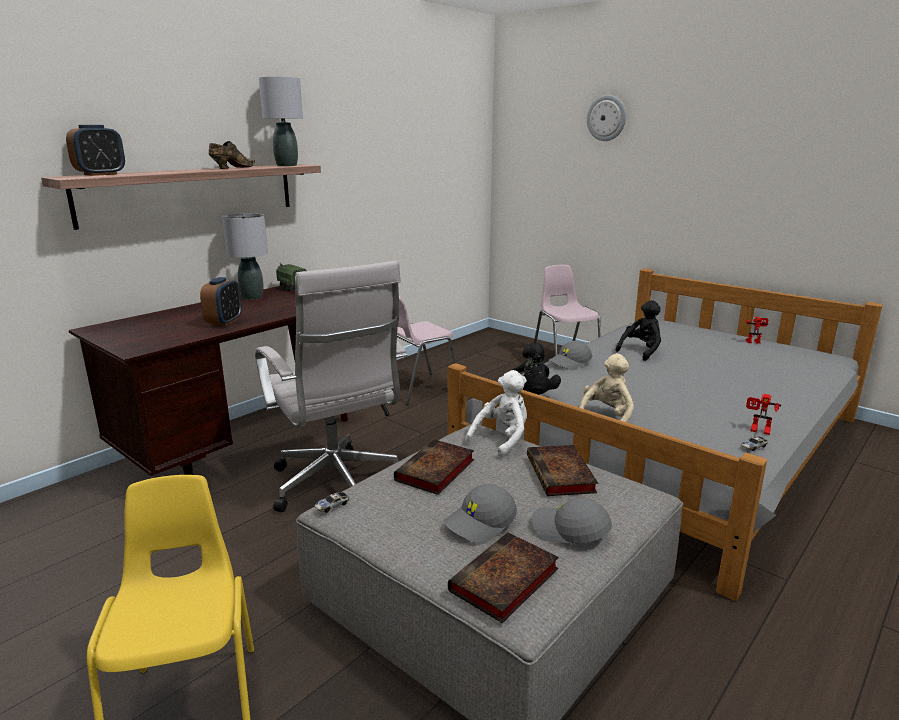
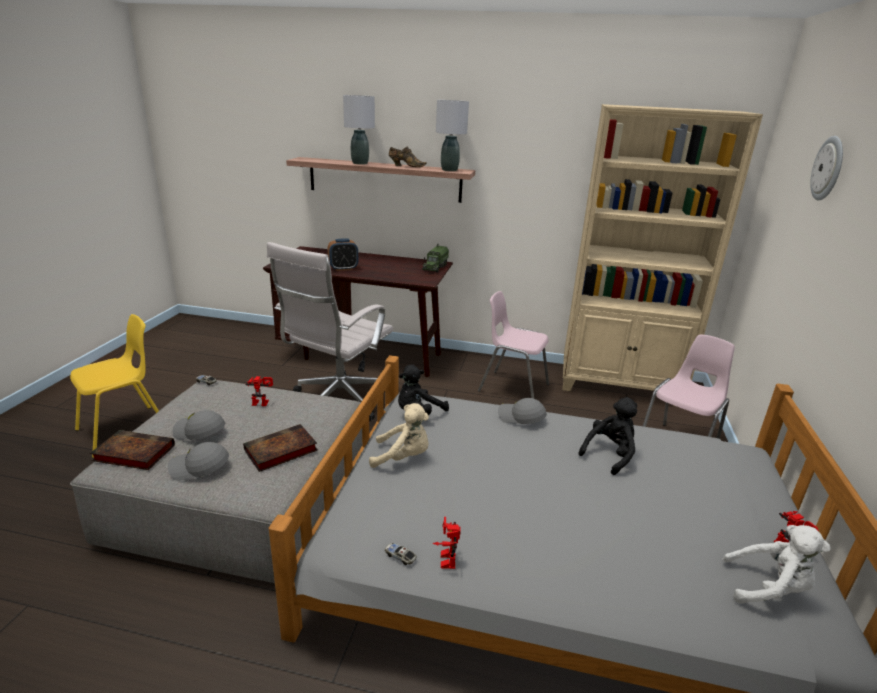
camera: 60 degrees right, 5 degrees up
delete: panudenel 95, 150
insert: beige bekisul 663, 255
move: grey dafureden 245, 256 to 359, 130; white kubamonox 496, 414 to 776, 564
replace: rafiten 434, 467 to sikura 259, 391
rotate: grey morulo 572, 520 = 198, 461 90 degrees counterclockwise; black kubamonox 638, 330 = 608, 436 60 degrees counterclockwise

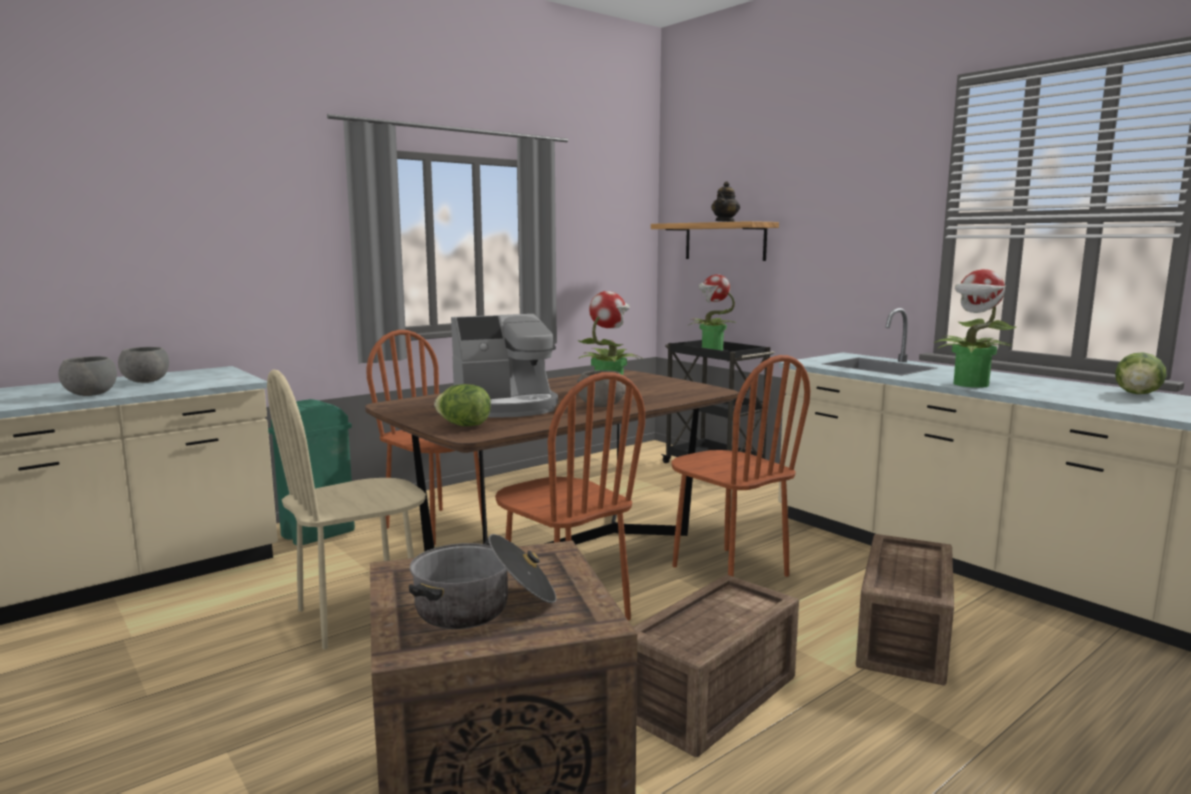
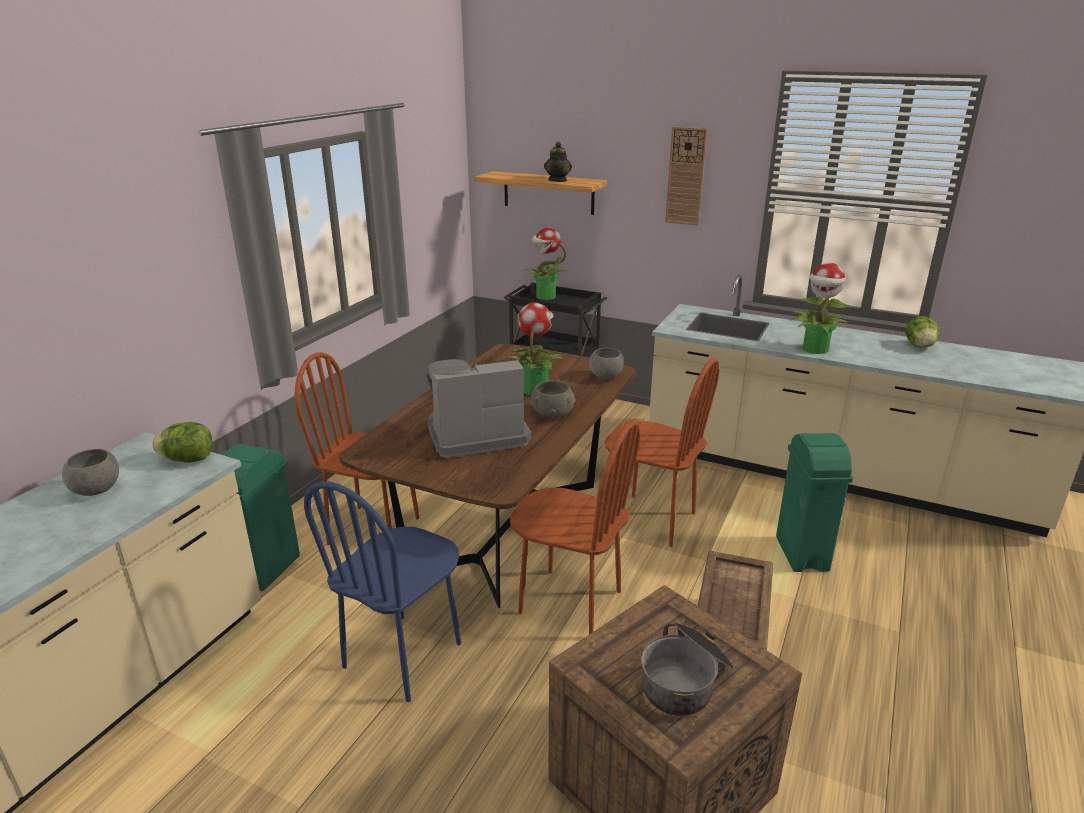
camera: 25 degrees left, 15 degrees up
insert: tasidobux 686, 176
move: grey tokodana 87, 376 to 606, 363; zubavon 462, 405 to 182, 442
replace: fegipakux 905, 609 to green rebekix 814, 502
recolor: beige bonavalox 346, 509 to blue bonavalox 382, 591
rotate: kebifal 504, 366 = 479, 408 150 degrees counterclockwise

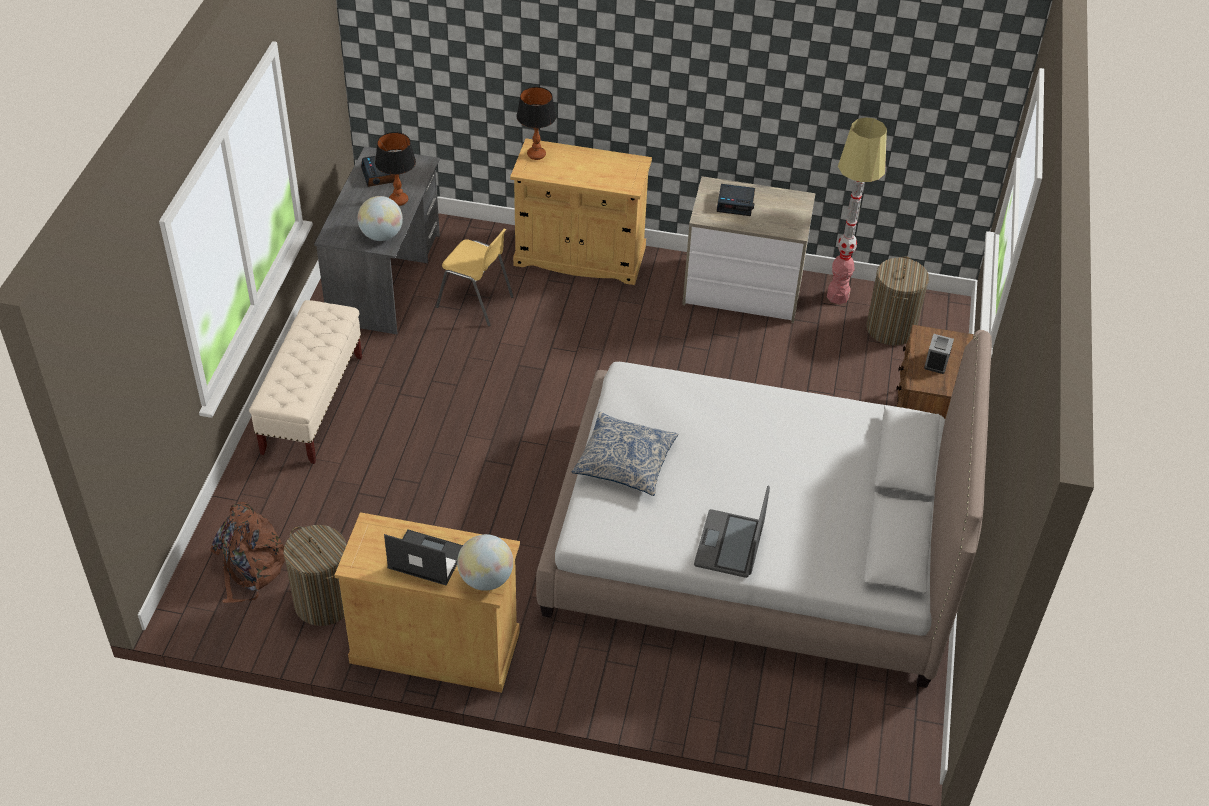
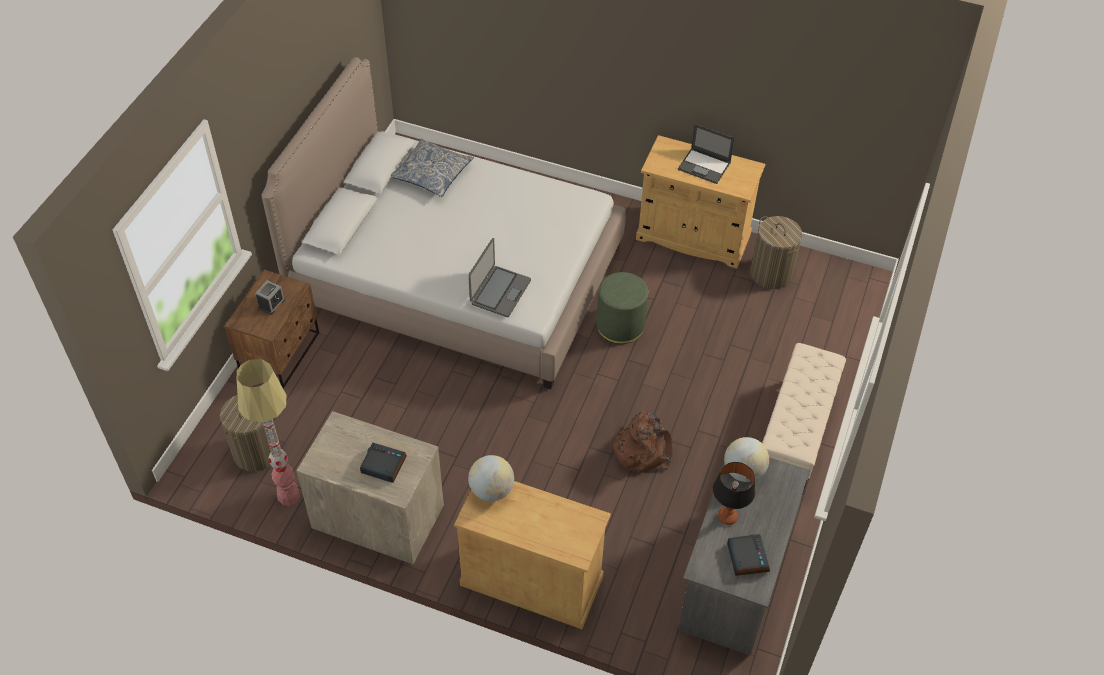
camera: 170 degrees left, 5 degrees up
delete: yellow bonavalox 475, 277; dafureden 536, 123
insert: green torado 622, 308
move: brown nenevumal 247, 552 to 641, 442; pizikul 485, 562 to 491, 478; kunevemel 624, 454 to 432, 167; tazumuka 732, 532 to 499, 277

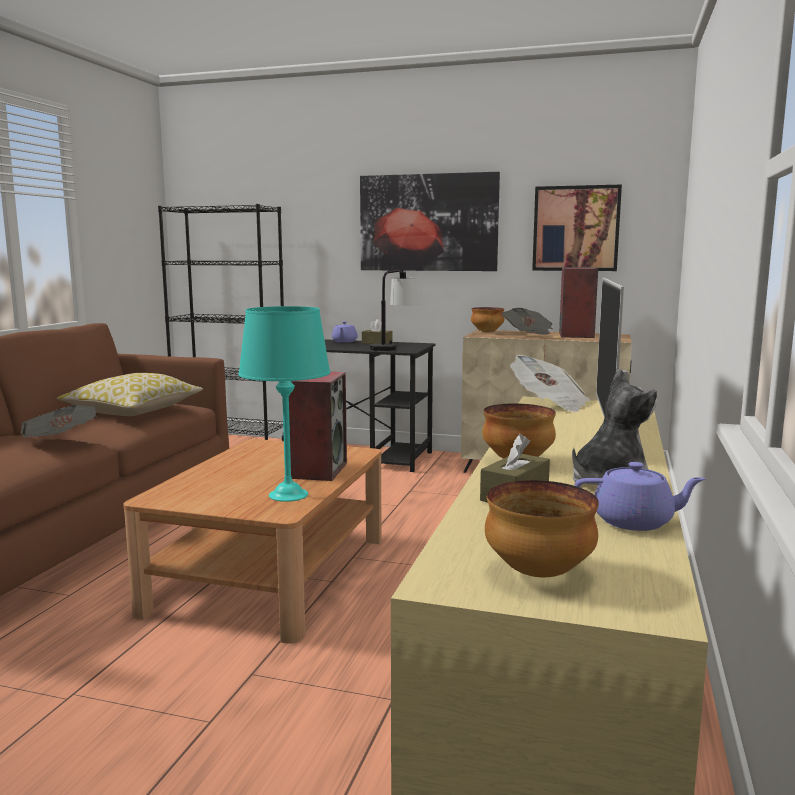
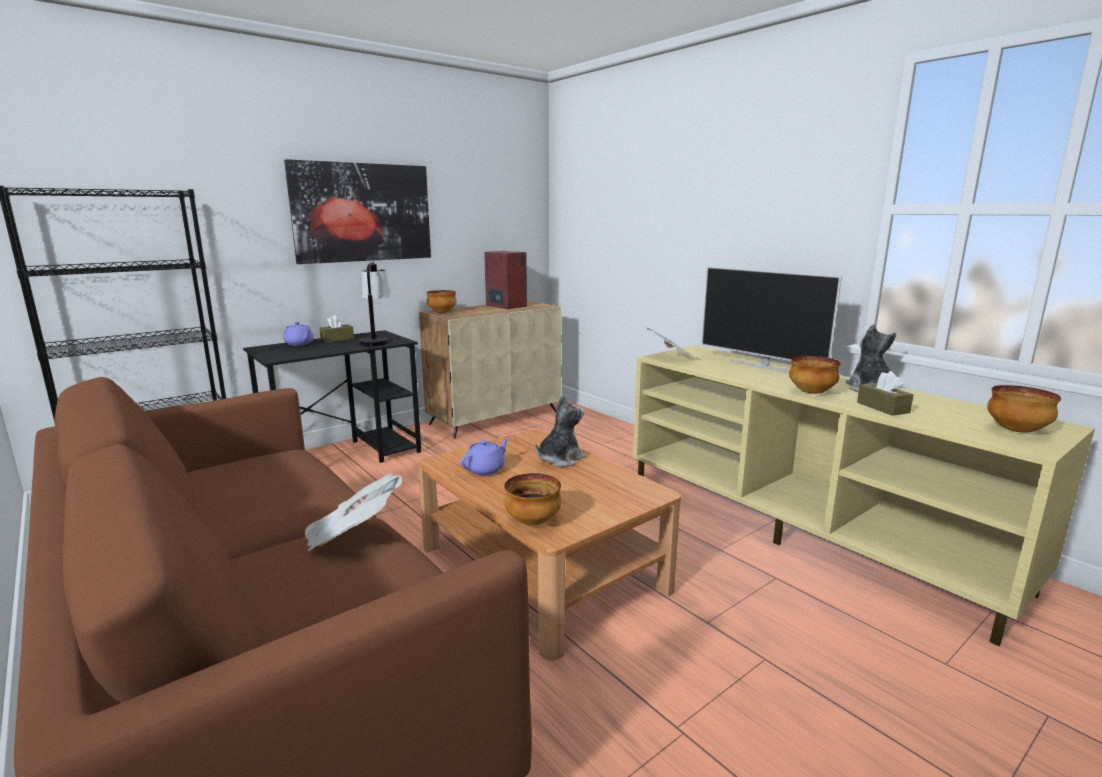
camera: 55 degrees left, 5 degrees up
delete: kunevemel 130, 394; turquoise dafureden 284, 404; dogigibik 527, 321; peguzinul 577, 228
insert: tokodana 532, 499
move: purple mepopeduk 640, 496 to 484, 456
replace: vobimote 318, 426 to kubamonox 561, 431

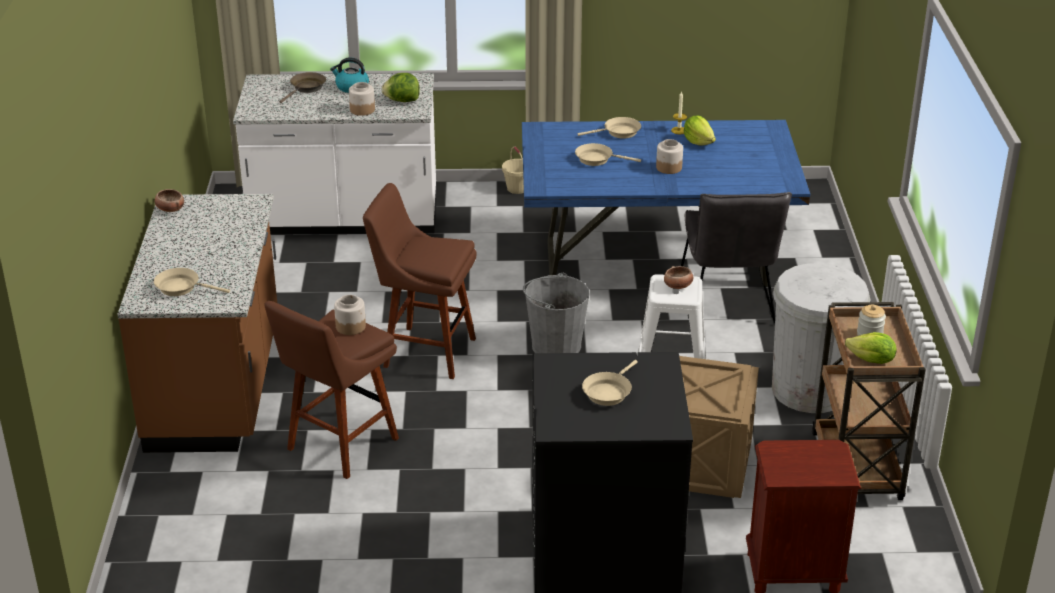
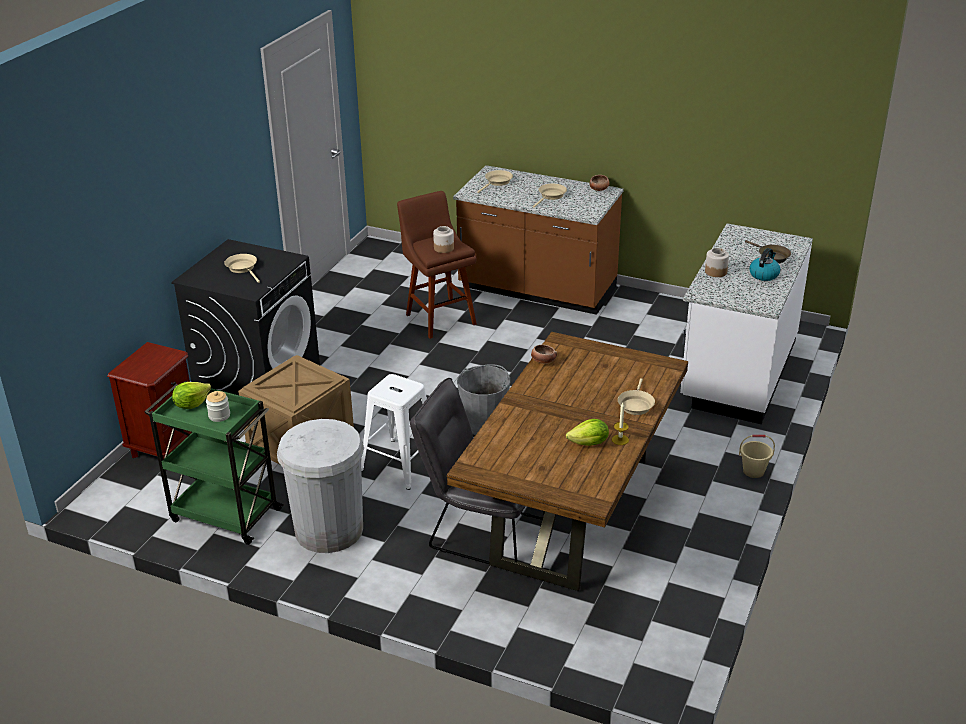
camera: 115 degrees right, 0 degrees up
delete: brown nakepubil 420, 281; zubavon 401, 87; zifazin 669, 156
move: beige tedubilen 608, 154 to 550, 196; tokodana 678, 277 to 544, 354
recolor: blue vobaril 666, 203 to brown vobaril 567, 461; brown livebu 869, 401 to green livebu 214, 463

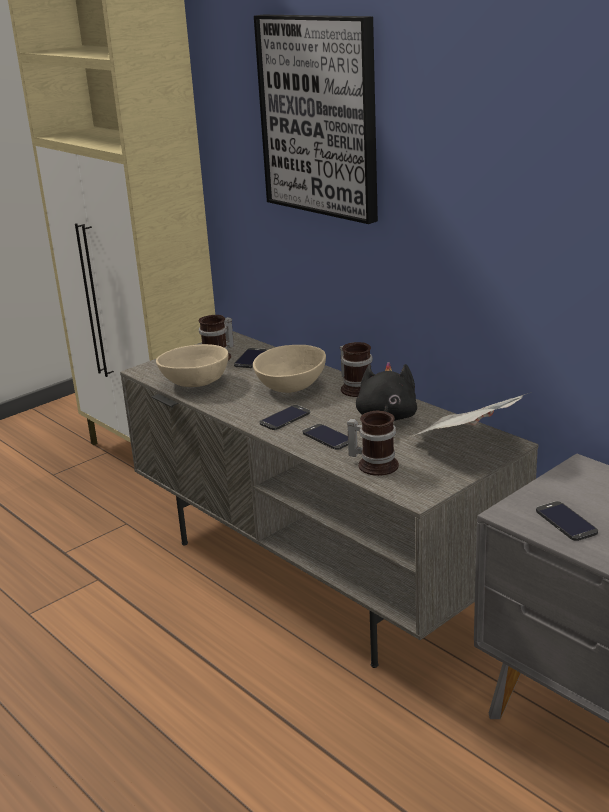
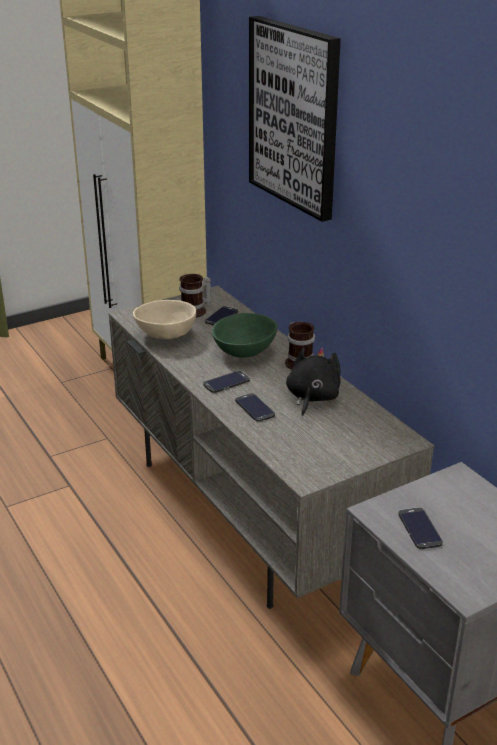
camera: 10 degrees right, 5 degrees up
delete: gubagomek 373, 443; dogigibik 468, 415
recolor: beige tokodana 289, 369 to green tokodana 244, 335

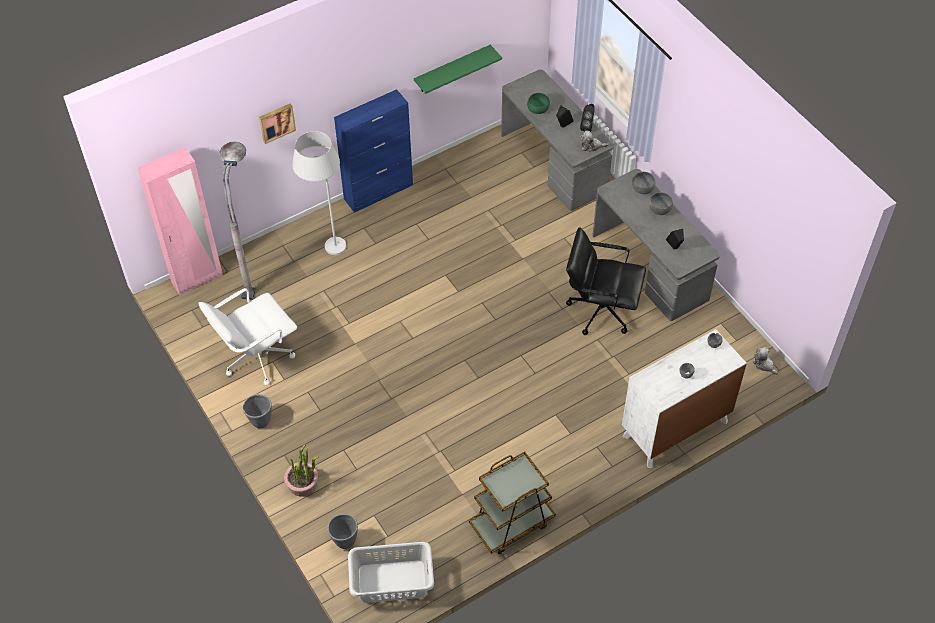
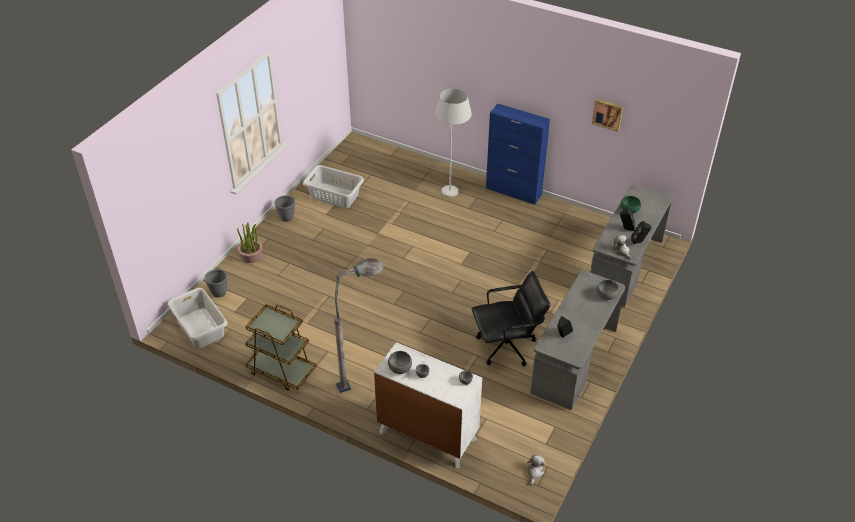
camera: 60 degrees right, 10 degrees down
delete: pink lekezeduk 180, 221; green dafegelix 458, 69
move: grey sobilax 237, 221 to 358, 325; peguzinul 277, 124 to 607, 115; grey tokodana 660, 203 to 400, 362
replace: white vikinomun 248, 337 to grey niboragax 333, 186
rotate: black vikinomun 606, 281 = 511, 318 90 degrees clockwise

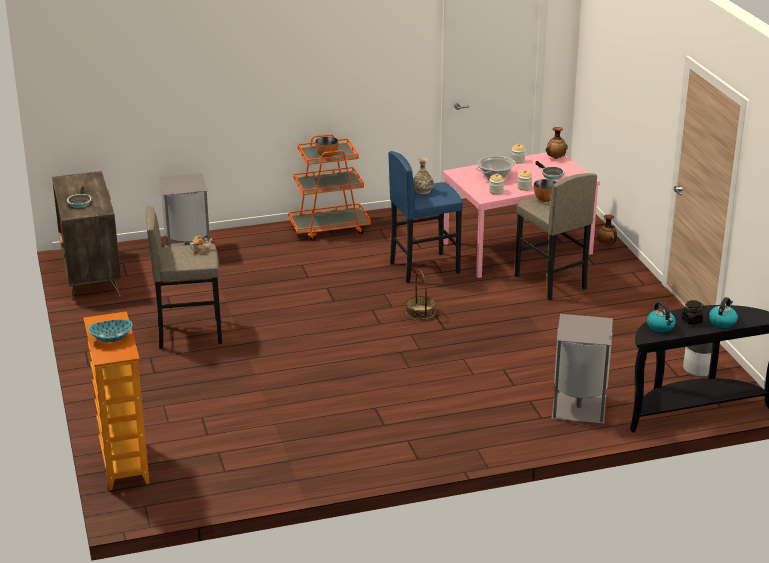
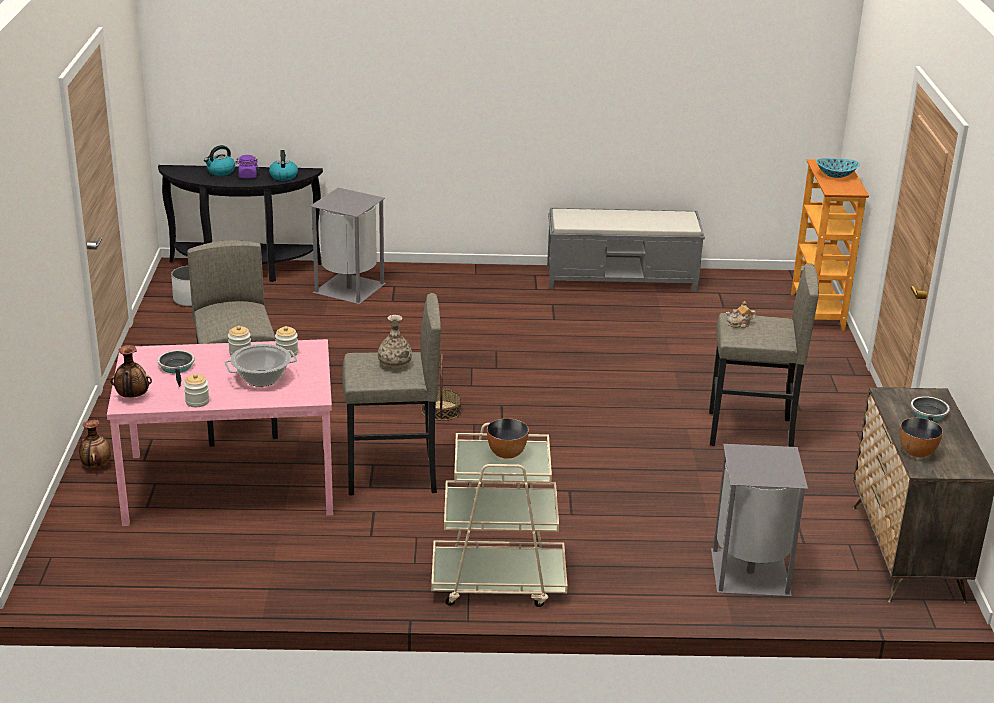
camera: 165 degrees left, 0 degrees up
insert: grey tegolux 626, 250
move: tokodana 545, 190 to 921, 437
recolor: orange livebu 329, 187 to beige livebu 499, 515; blue nakepubil 425, 217 to grey nakepubil 391, 394; black zifazin 693, 312 to purple zifazin 247, 167

